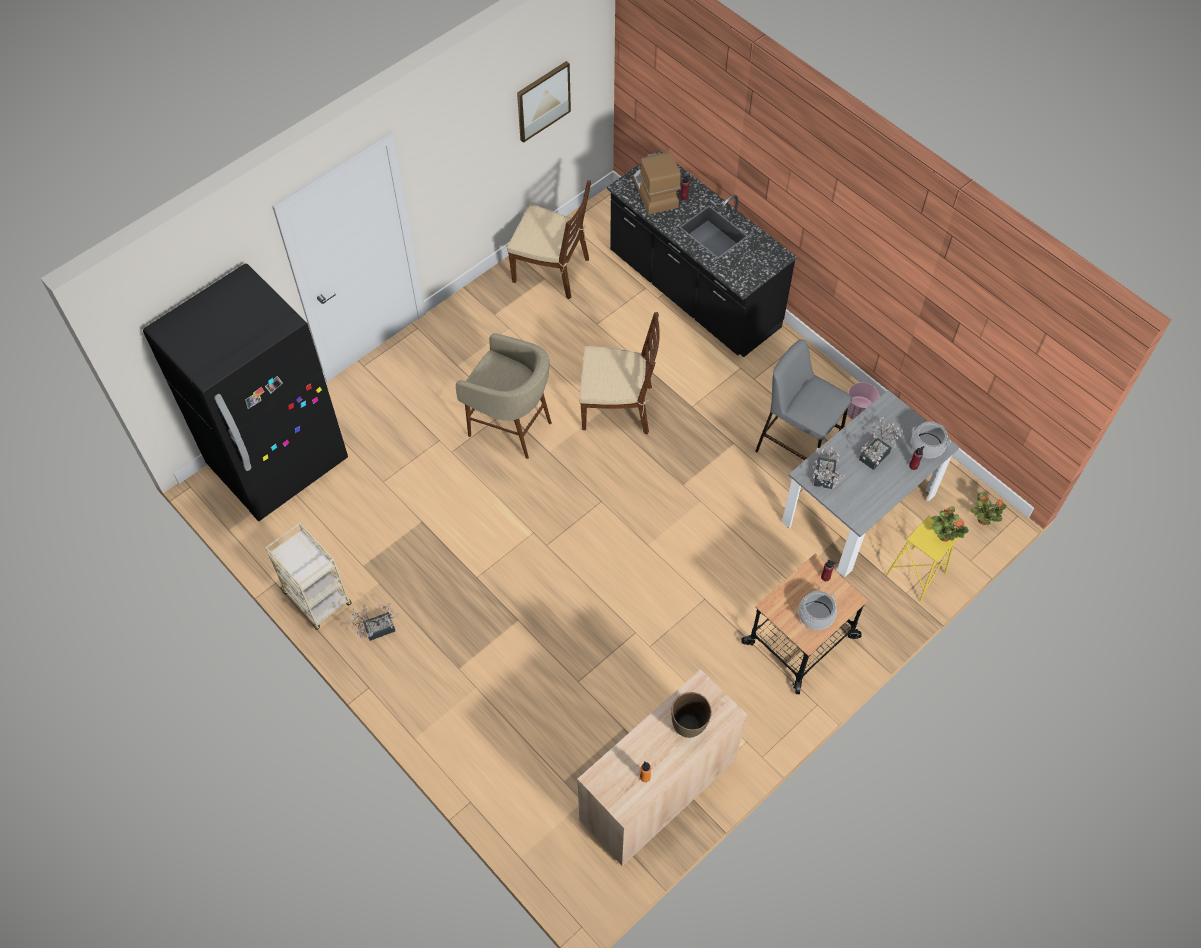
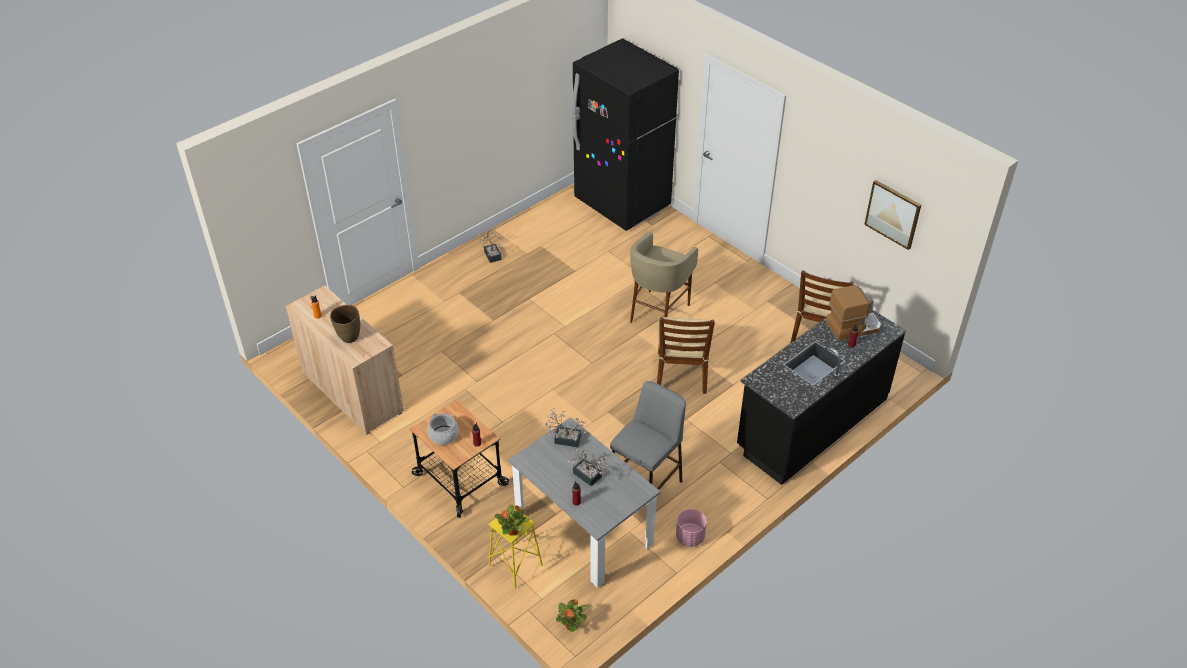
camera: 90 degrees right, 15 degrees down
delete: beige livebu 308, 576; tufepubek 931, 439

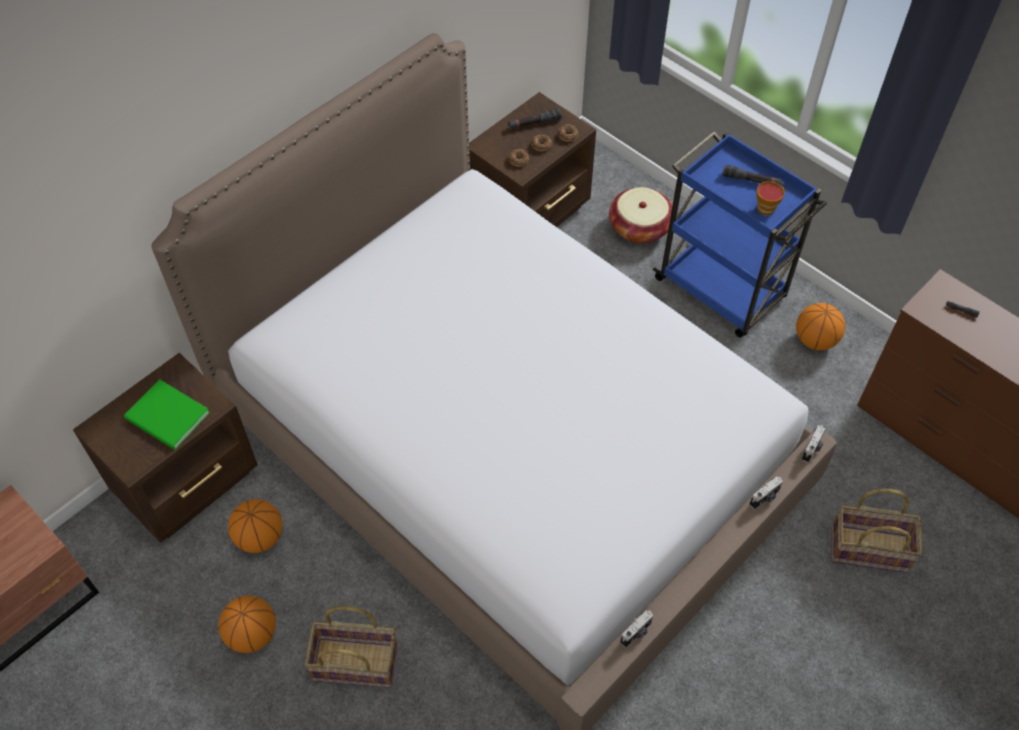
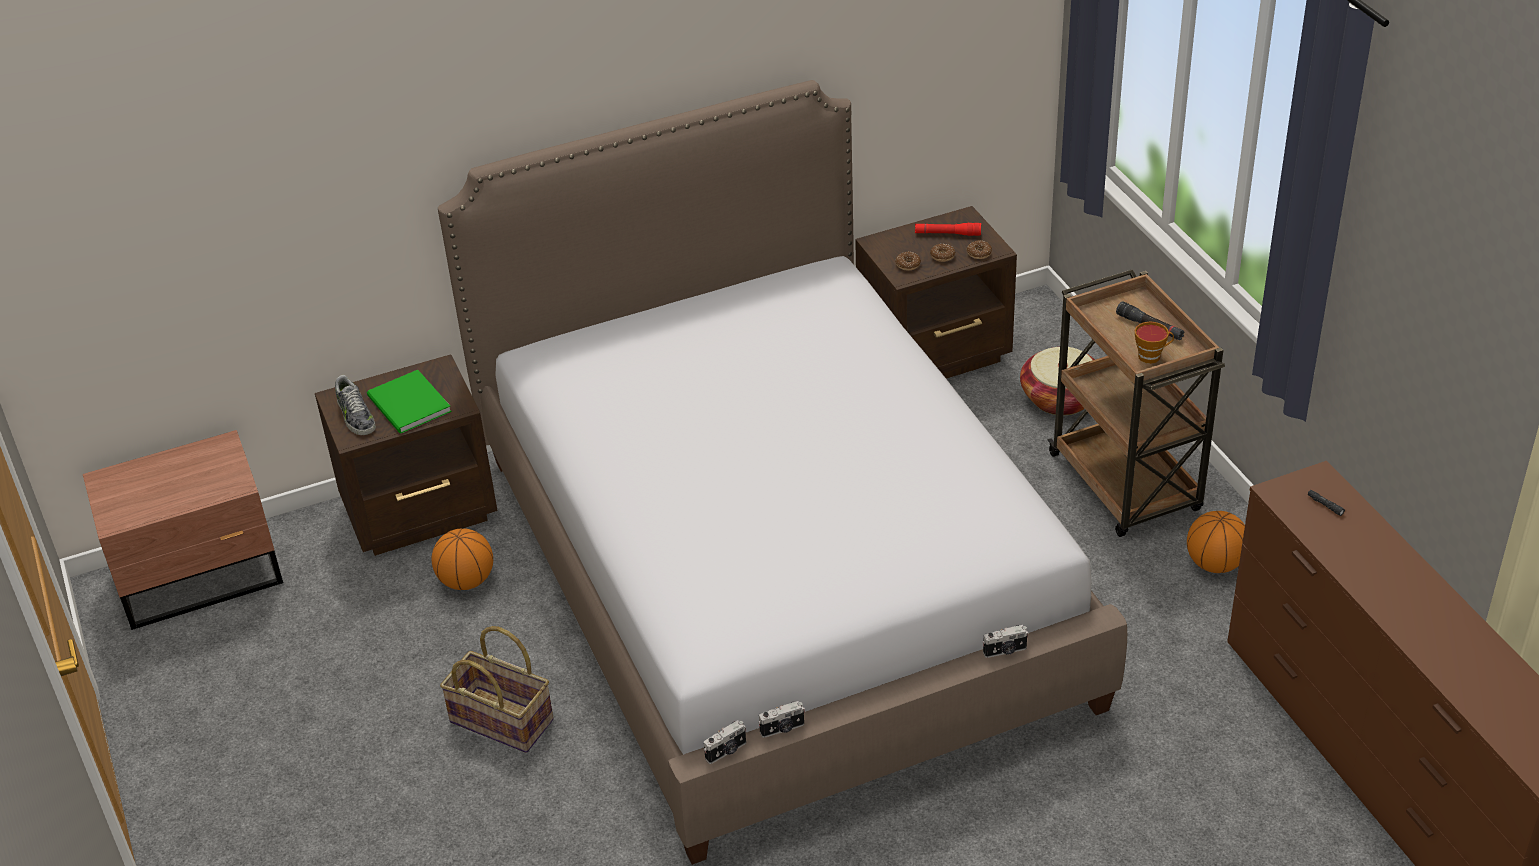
camera: 25 degrees right, 15 degrees down
delete: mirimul 247, 624; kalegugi 877, 531
insert: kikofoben 355, 405
move: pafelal 814, 444 to 725, 742
recolor: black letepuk 535, 119 to red letepuk 948, 229; blue livebu 740, 234 to brown livebu 1136, 403

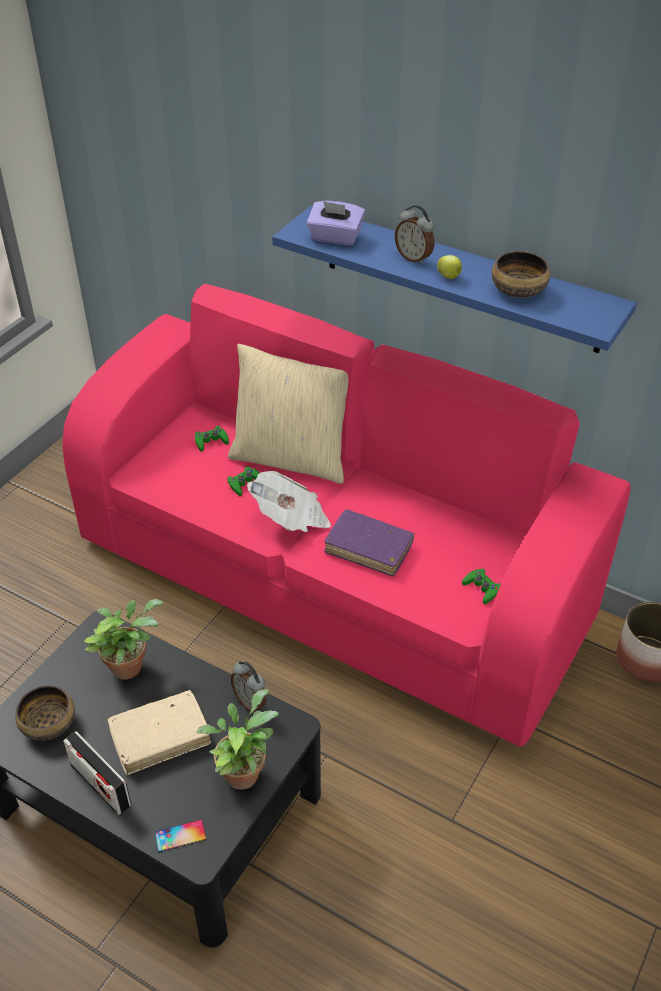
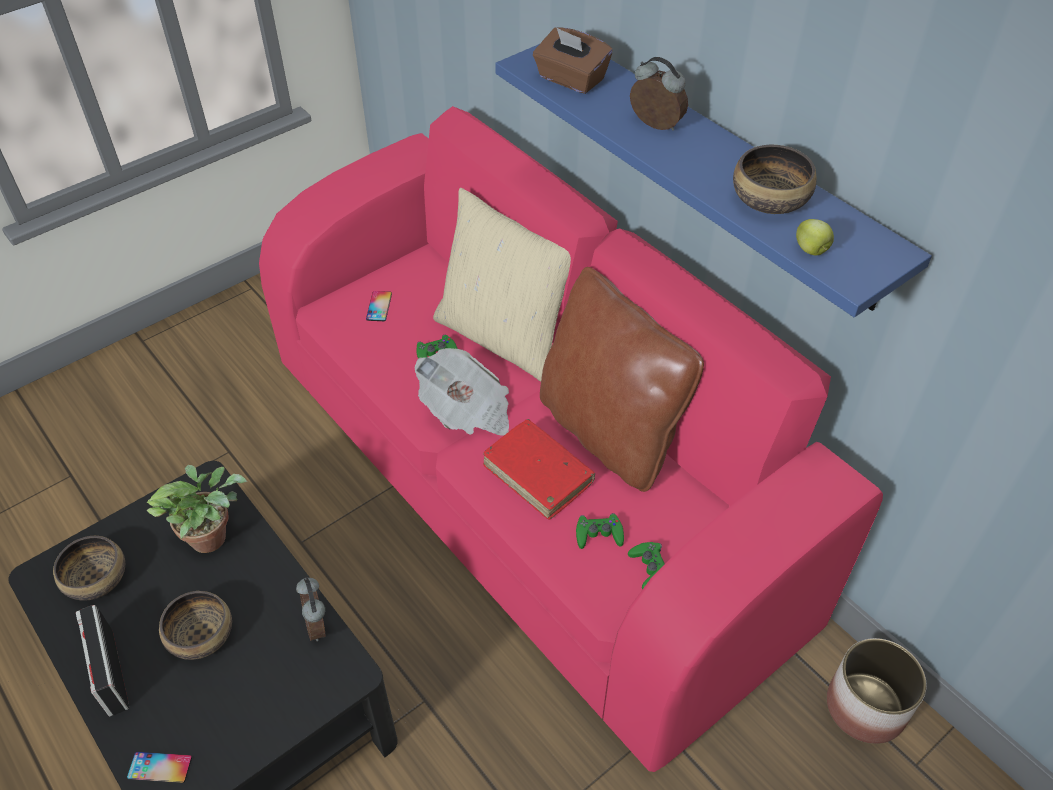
camera: 20 degrees right, 5 degrees up
delete: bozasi 238, 739
insert: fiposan 379, 306; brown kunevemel 622, 379
move: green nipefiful 212, 439 to 600, 531; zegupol 449, 267 to 815, 237
replace: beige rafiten 159, 732 to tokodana 195, 625
recolor: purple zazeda 336, 223 to brown zazeda 573, 60; purple rafiten 369, 542 to red rafiten 539, 469
rotate: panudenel 415, 235 = 659, 94 150 degrees clockwise

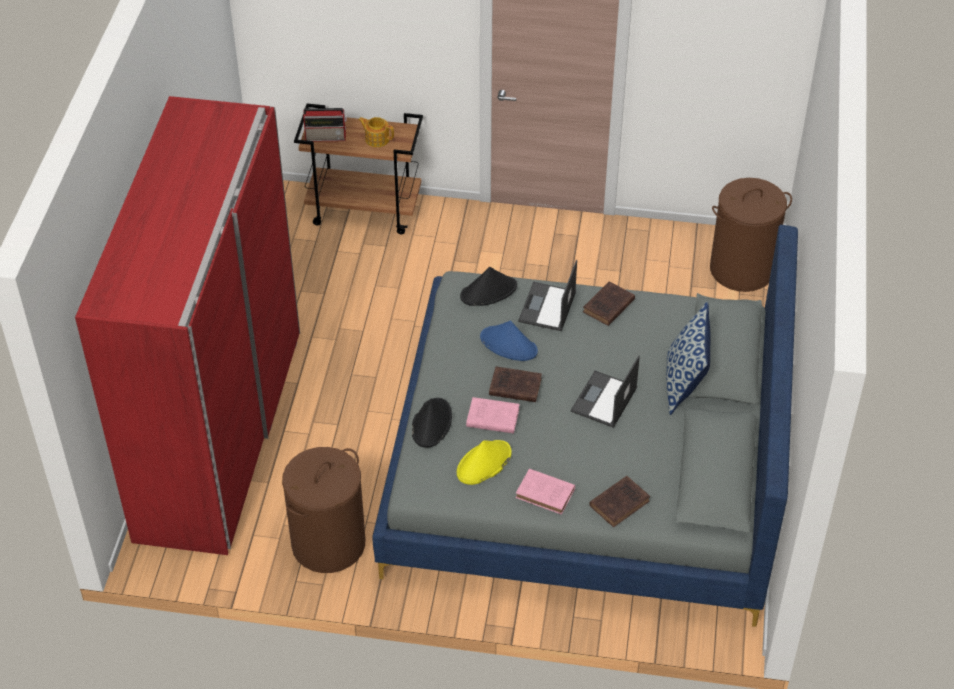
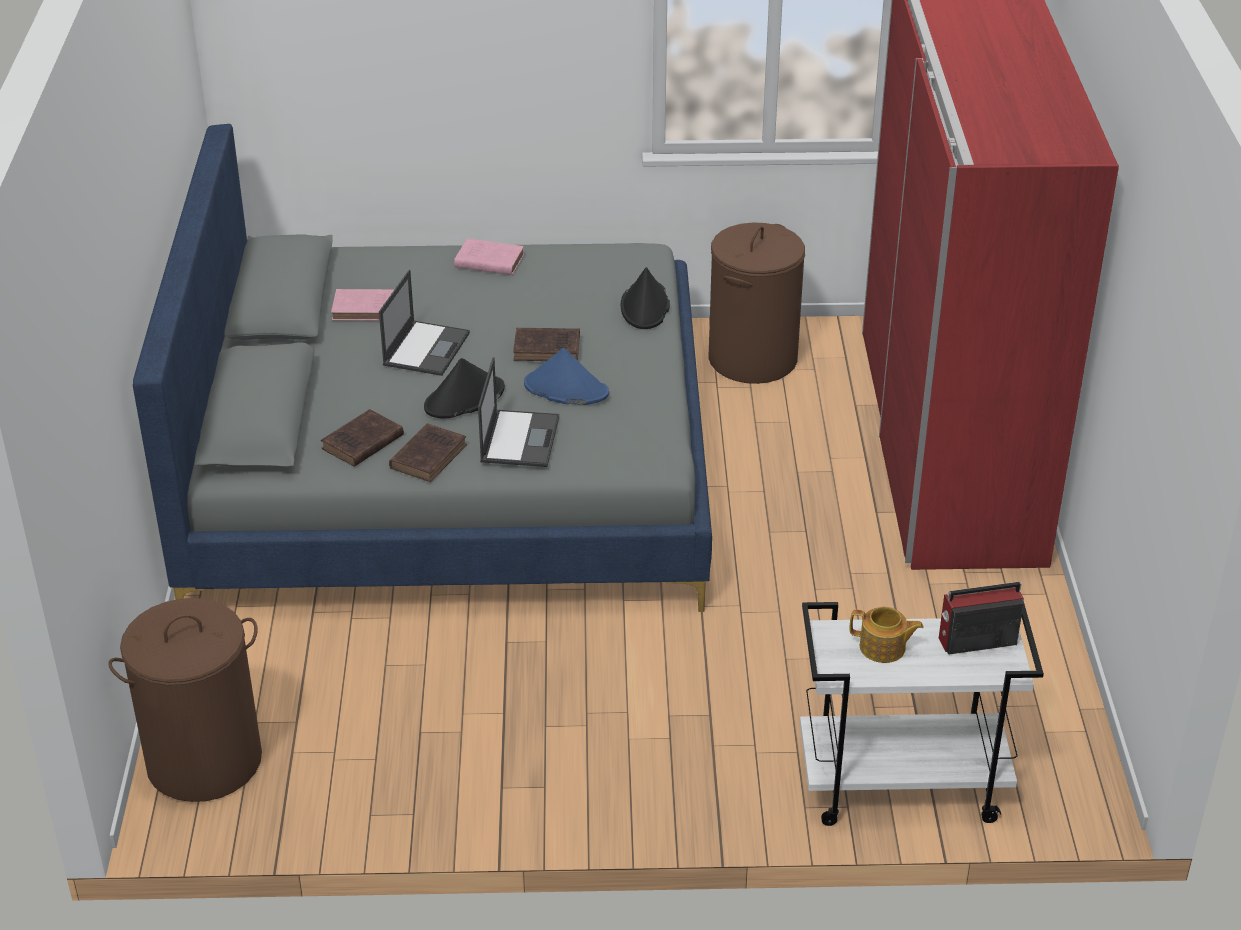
camera: 170 degrees right, 10 degrees down
delete: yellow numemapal 484, 462; kunevemel 688, 358
move: black numemapal 488, 286 to 464, 388; pink rafiten 493, 415 to 363, 305; brown rafiten 619, 501 to 362, 438
recolor: brown livebu 358, 169 to white livebu 922, 713

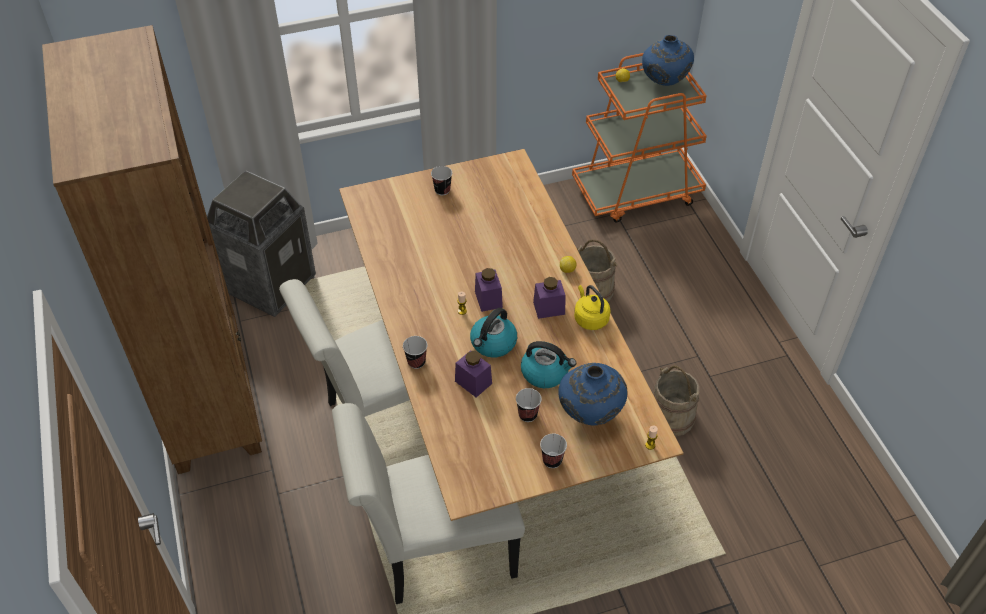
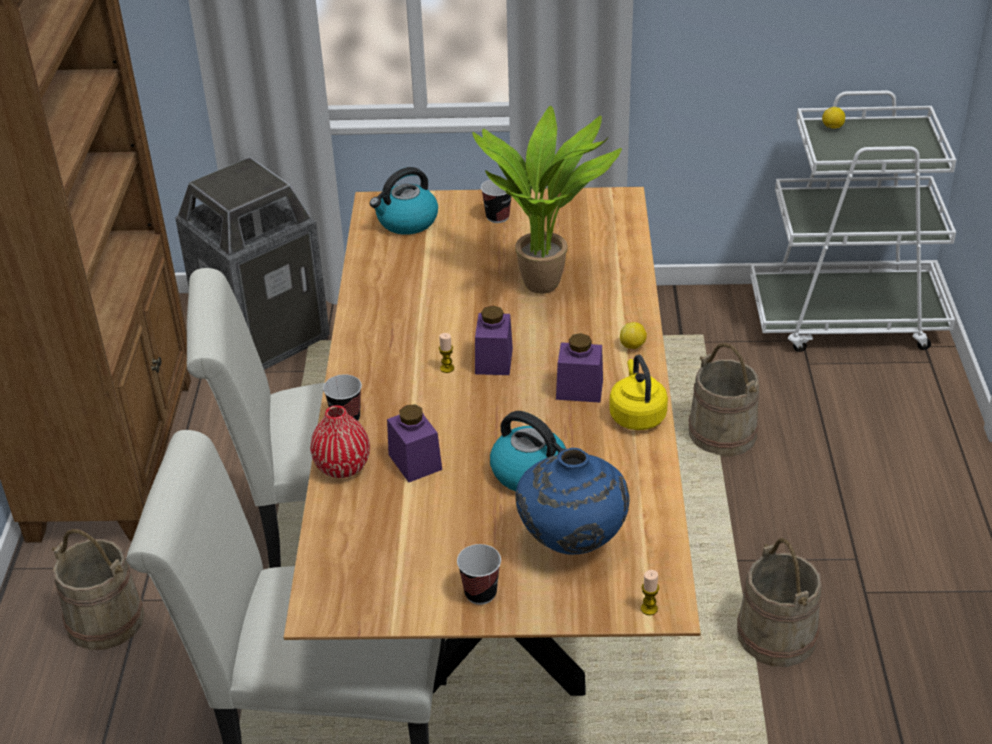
camera: 20 degrees right, 10 degrees down
delete: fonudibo 529, 405; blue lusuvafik 668, 60
insert: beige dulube 98, 589; red lusuvafik 340, 441; bozasi 547, 200
move: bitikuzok 493, 332 to 404, 201
recolor: orange livebu 639, 138 to white livebu 853, 221

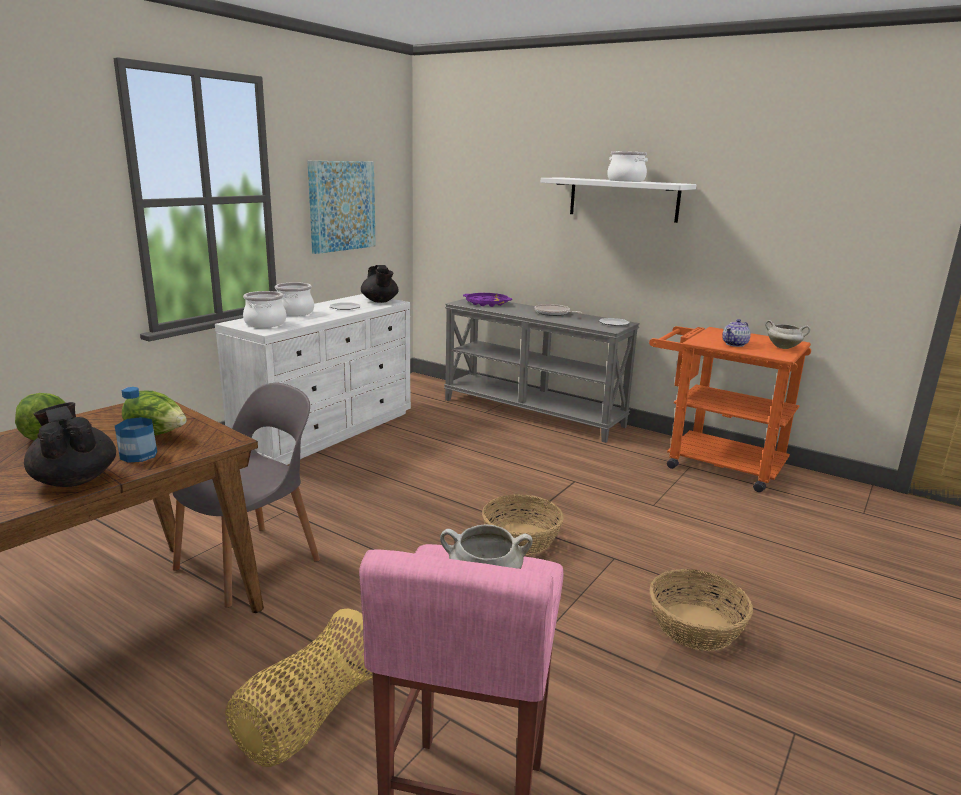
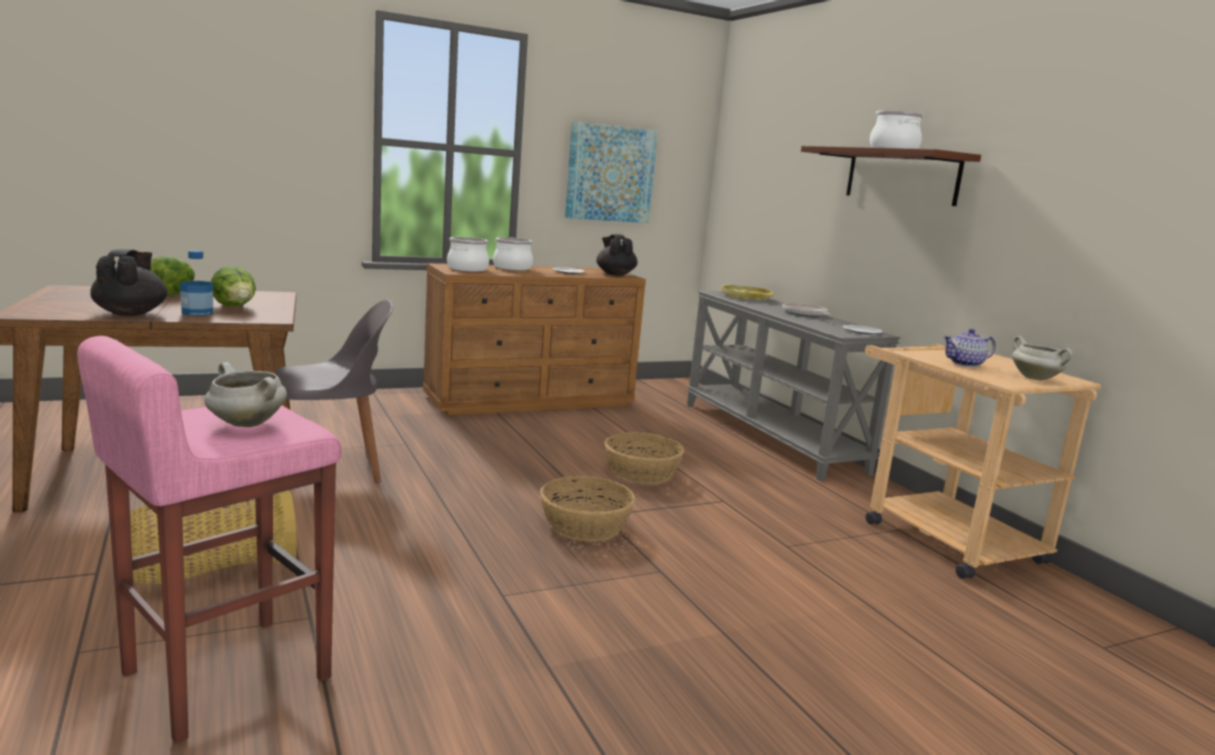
camera: 30 degrees right, 5 degrees down
move: kalegugi 701, 610 to 644, 458
recolor: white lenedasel 313, 379 to brown lenedasel 534, 339; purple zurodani 487, 300 to yellow zurodani 747, 293; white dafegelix 618, 200 to brown dafegelix 891, 176; orange livebu 730, 409 to beige livebu 983, 461
rotate: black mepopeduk 380, 284 = 617, 254 150 degrees clockwise

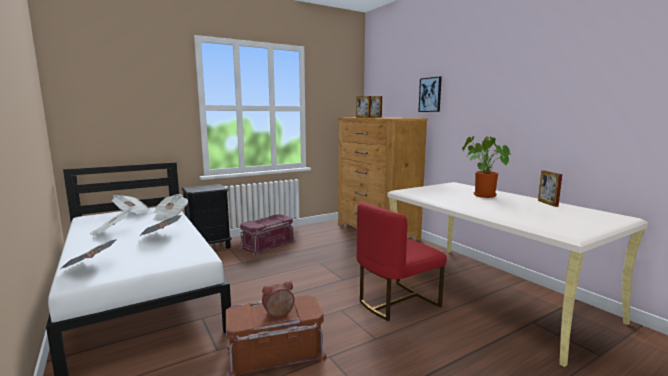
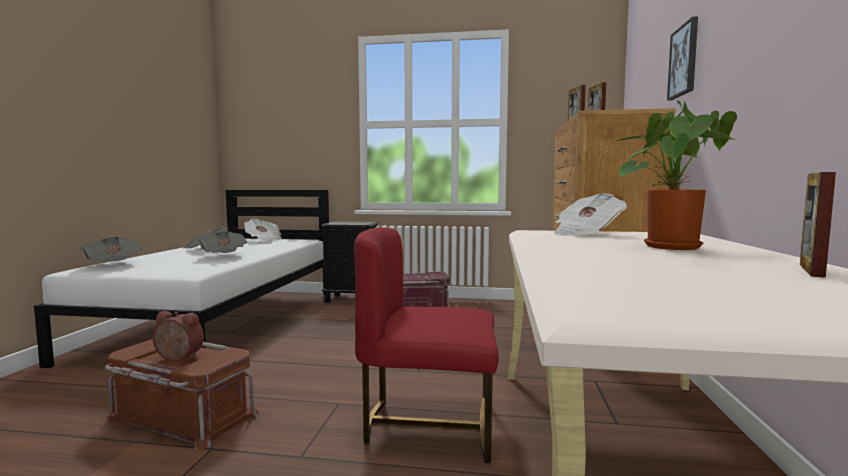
camera: 40 degrees right, 5 degrees down
move: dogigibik 170, 207 to 590, 215

